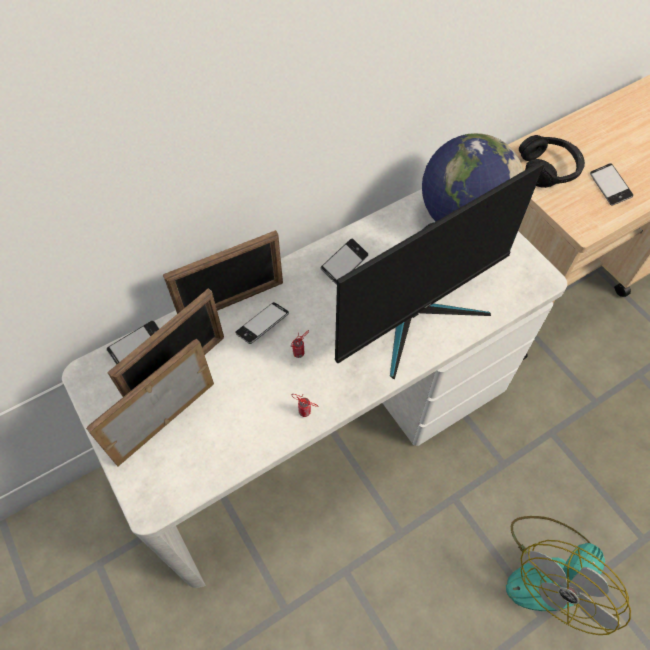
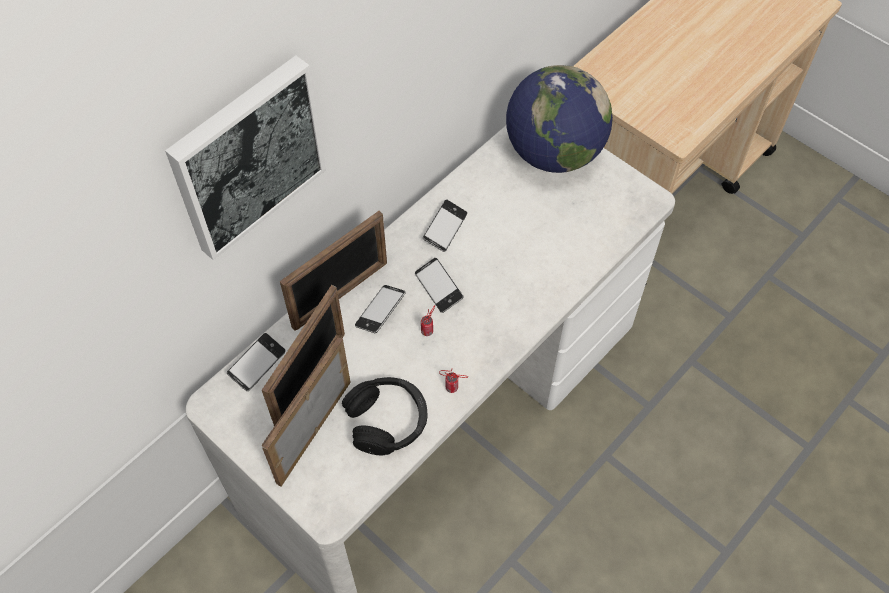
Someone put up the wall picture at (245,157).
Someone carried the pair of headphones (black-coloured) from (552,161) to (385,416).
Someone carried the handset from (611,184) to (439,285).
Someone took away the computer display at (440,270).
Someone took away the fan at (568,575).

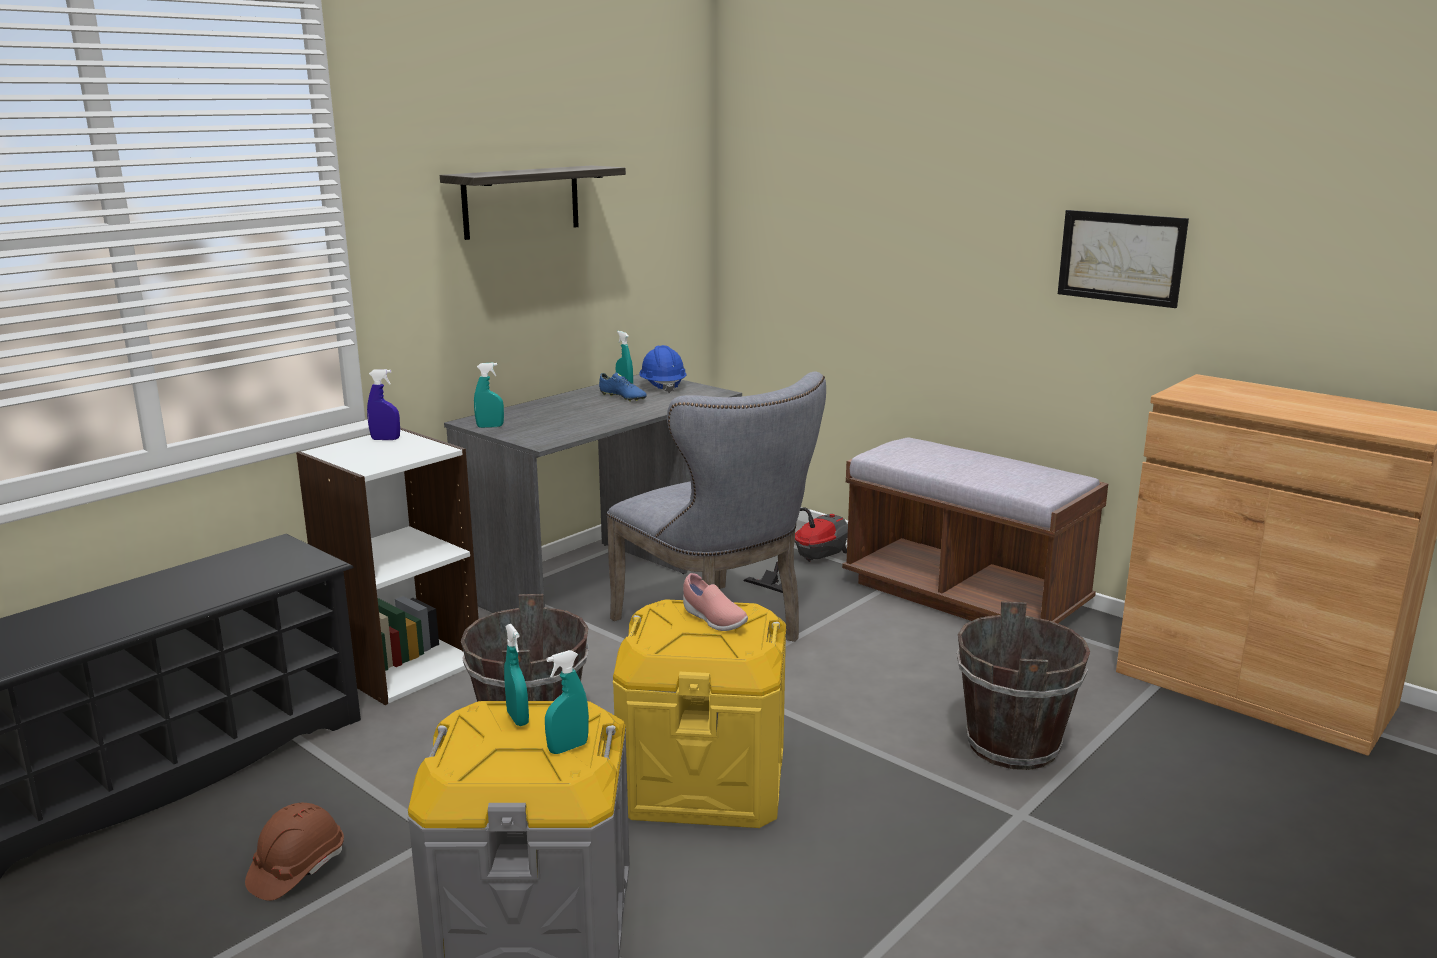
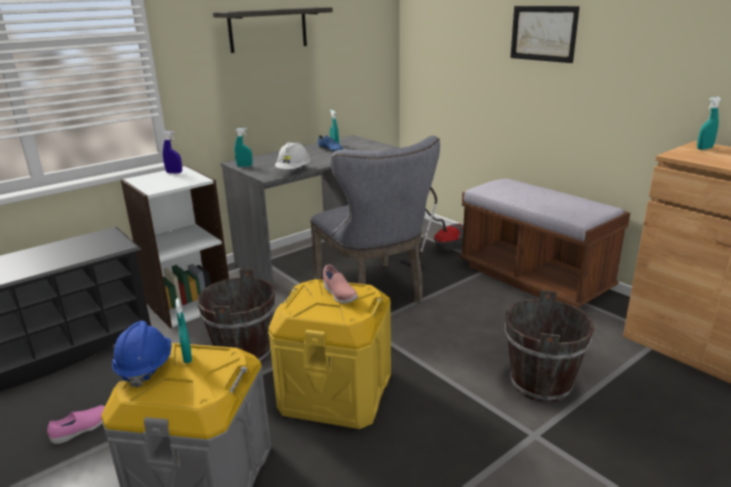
Someone swapped the hard hat (brown-coloured) at (294,852) for the shoe (pinkish) at (76,424).
Someone carried the hard hat (blue) from (663,369) to (142,354).
Someone put down the hard hat (whitish) at (292,155).
Someone carried the wall picture from (1123,259) to (545,34).
Someone carried the spray bottle (blue-green) from (567,702) to (709,123).

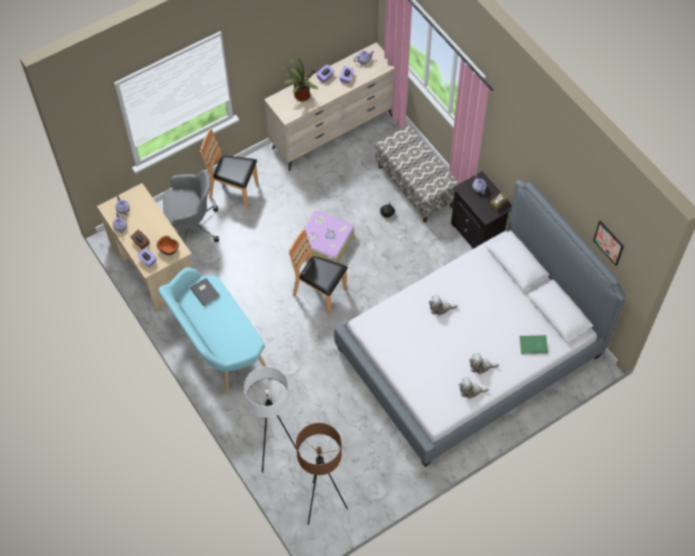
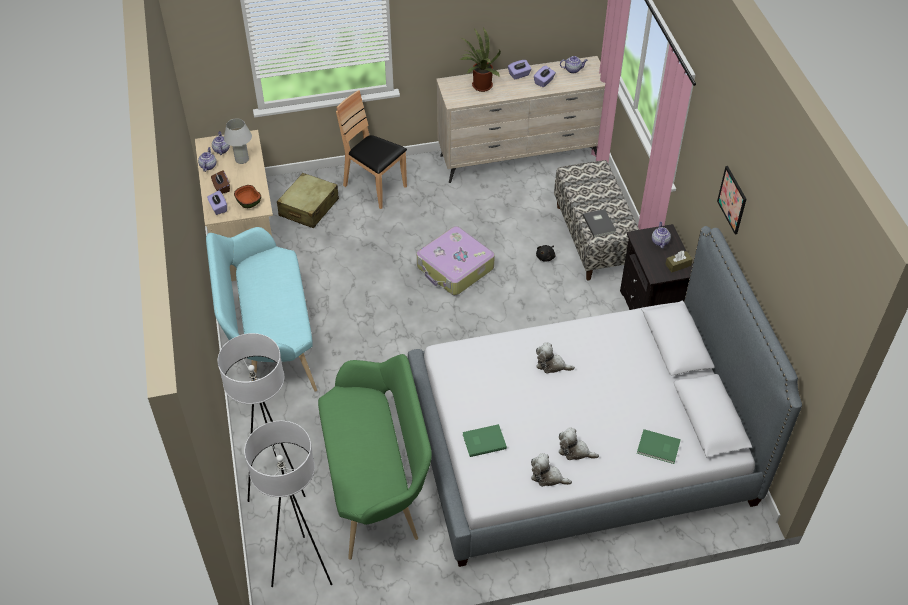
Someone put down the table lamp (whitish) at (238,141).
Someone repainted the floor lamp (brown-coloured) at (322,474), which became the floor lamp (whitish) at (288,504).
Someone swapped the computer chair (greyish) at (191,206) for the piece of luggage (sand-coloured) at (308,200).
Someone put down the bench (greenish) at (375,457).
Someone put down the book (greenish) at (485,440).
Someone carried the book (greyish) from (205,292) to (599,223).
Someone carried the wall picture from (608,243) to (731,200).
Someone took away the upright chair (brown-coloured) at (318,271).

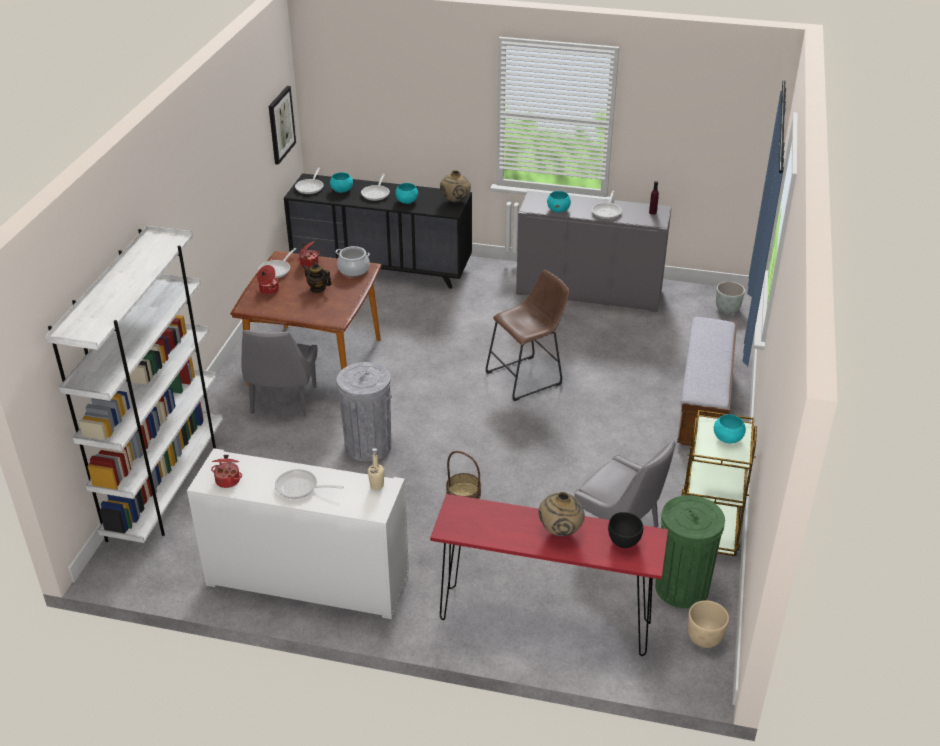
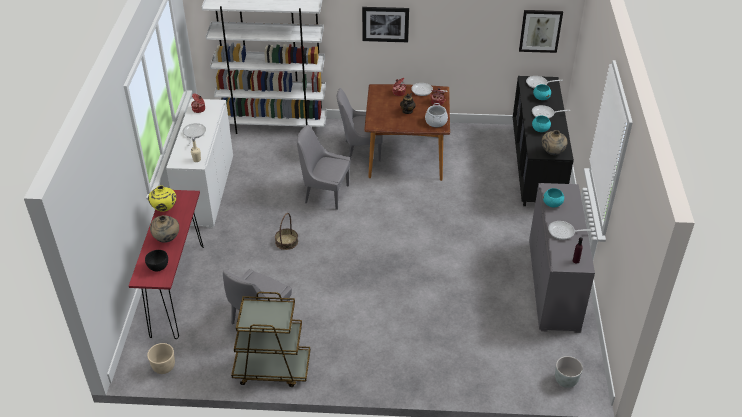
Someone put down the decorative vase (yellow-coloured) at (162,198).
Someone swapped the waste bin (greyish) at (364,411) for the upright chair (greyish) at (323,167).
Someone put up the wall picture at (385,24).
Someone took away the sitting stool (brown-coloured) at (528,335).
Someone took away the waste bin (greenish) at (690,551).
Someone took away the bench at (707,381).
Someone took away the serving bowl (blue-green) at (730,428).

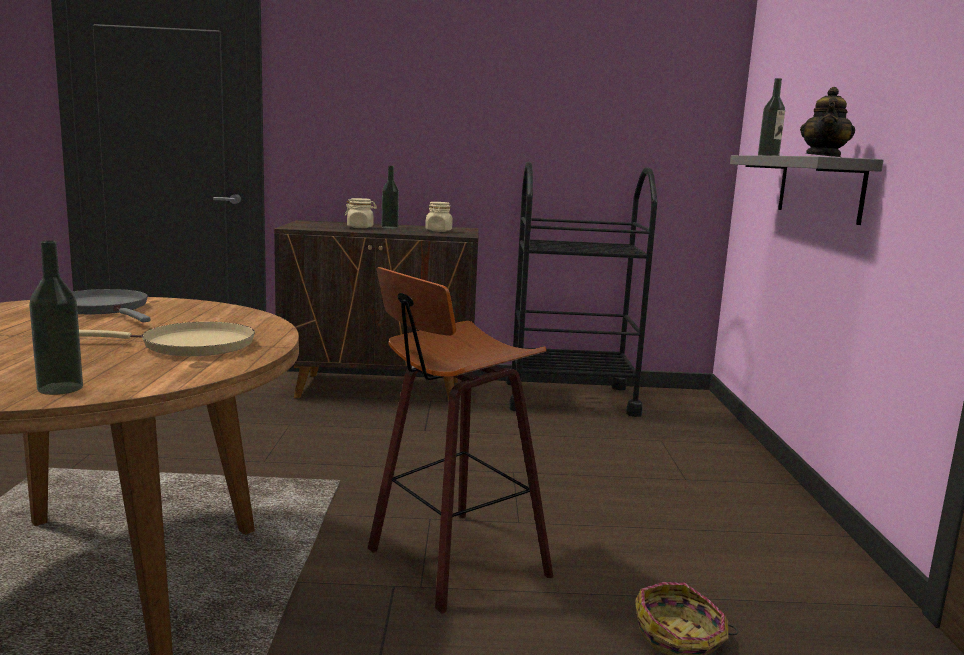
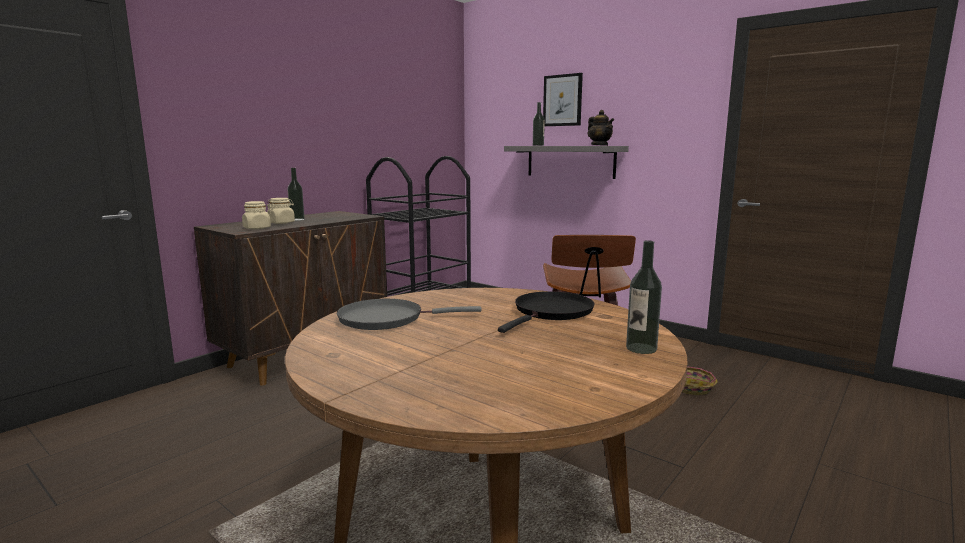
Someone carried the preserve jar (sand-coloured) from (439,217) to (256,215).
Someone repainted the skillet (sand-coloured) at (167,339), which became the skillet (black-coloured) at (546,312).
Someone put up the wall picture at (563,99).

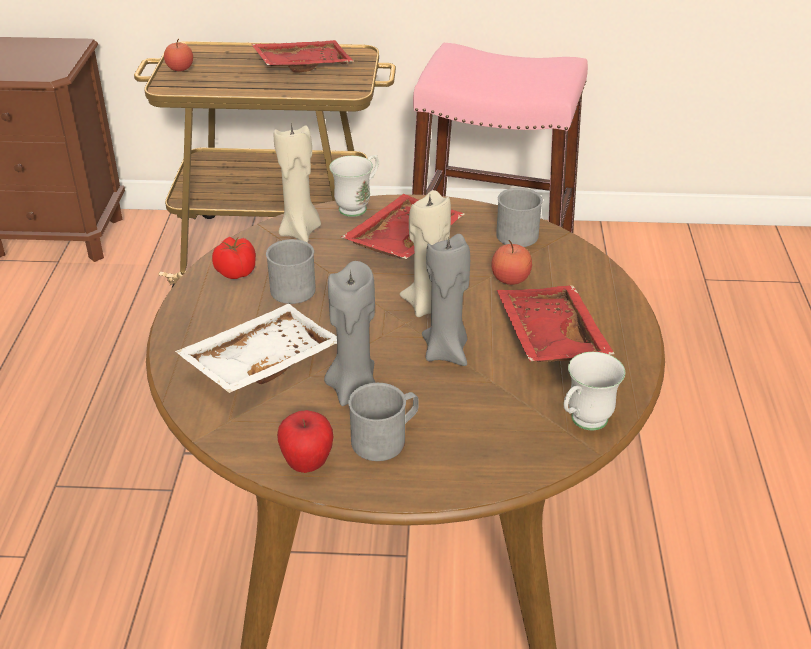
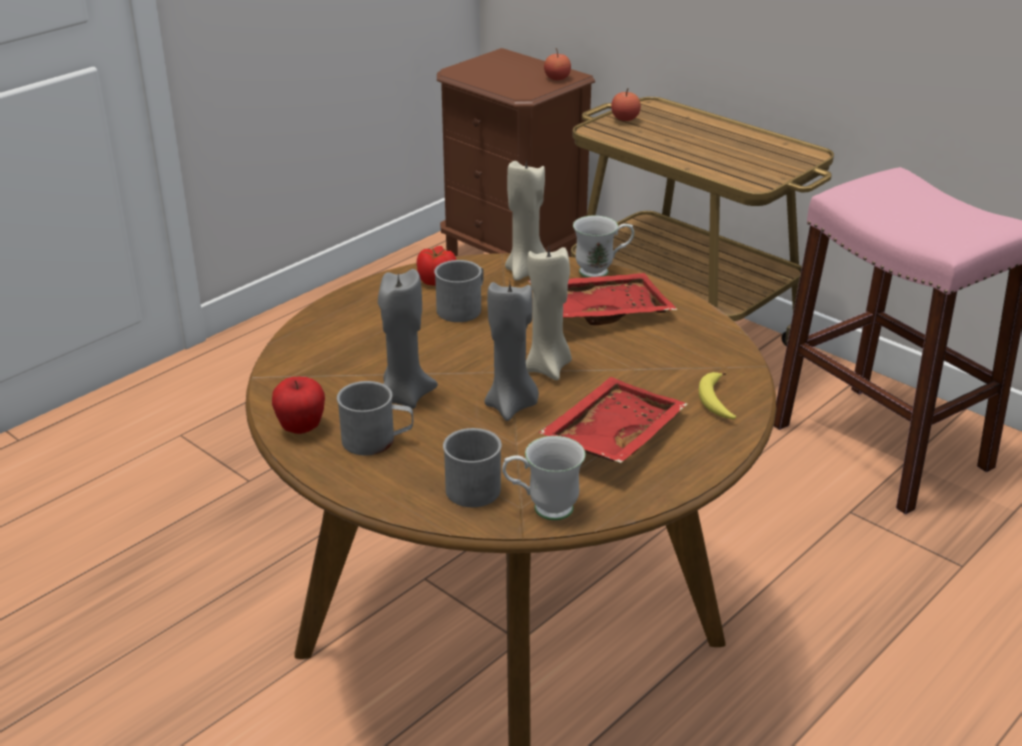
Someone carried the tea mug (greyish) from (519,217) to (472,467).
Someone carried the apple from (512,262) to (557,64).
Someone put down the whole banana at (717,395).
Someone took away the serving tray (whitish) at (256,348).
Someone took away the serving tray (red) at (302,56).

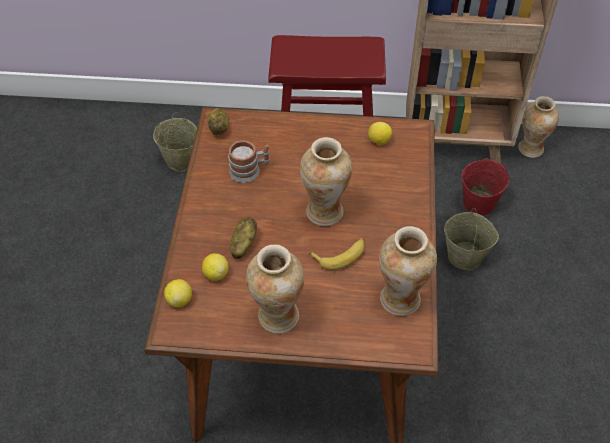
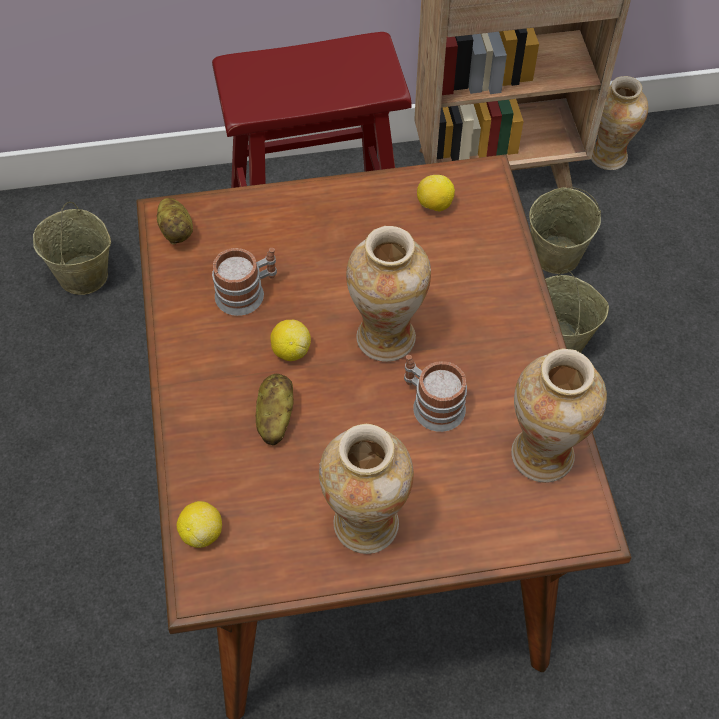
Someone carried the lemon from (215,267) to (290,340).
Someone swapped the whole banana at (337,254) for the tea mug at (435,393).
Someone repainted the pail (red) at (486,186), which became the pail (sand-coloured) at (565,230).

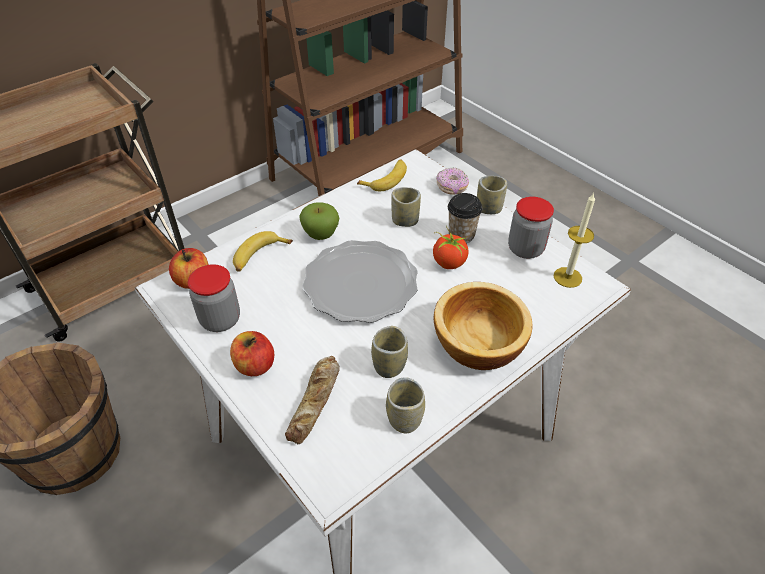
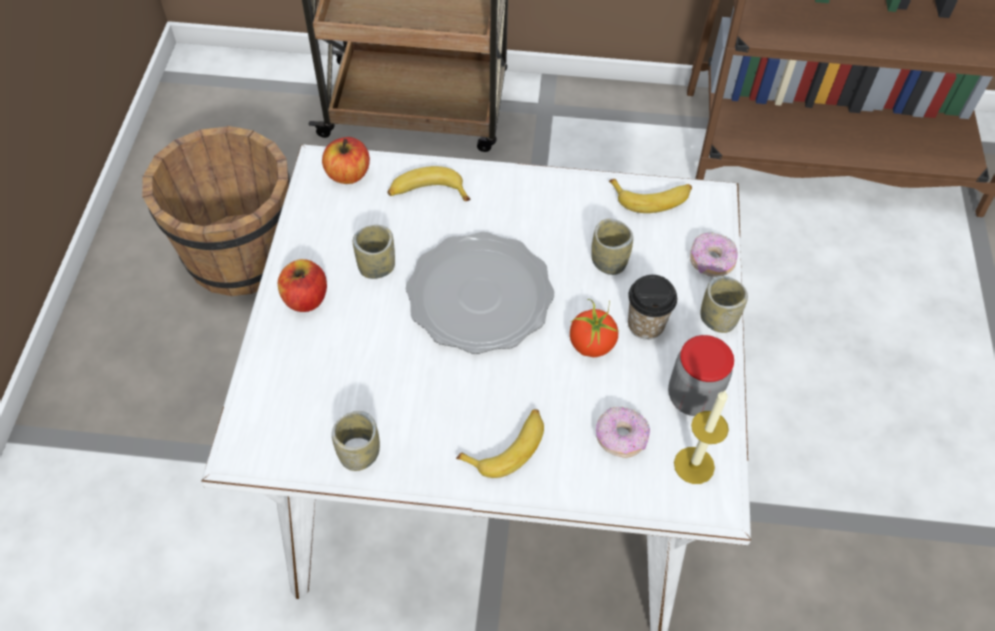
Someone carried the cup from (389,352) to (374,252).
Someone swapped the serving bowl at (483,326) for the whole banana at (500,443).
Someone put down the donut at (623,432).
Someone took away the preserve jar at (214,298).
Someone took away the bread at (312,400).
Someone took away the apple at (319,221).

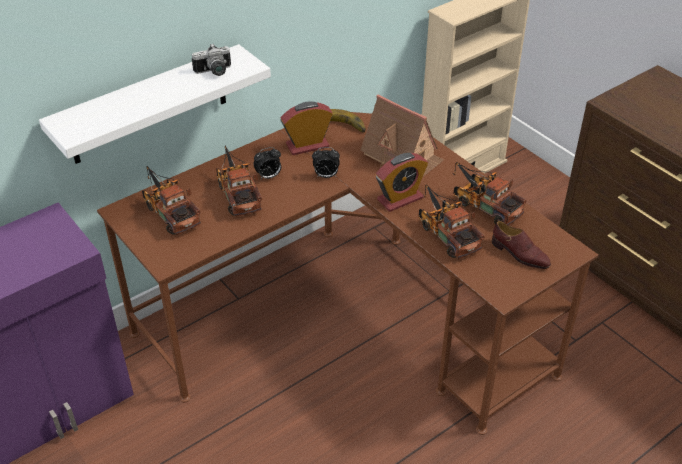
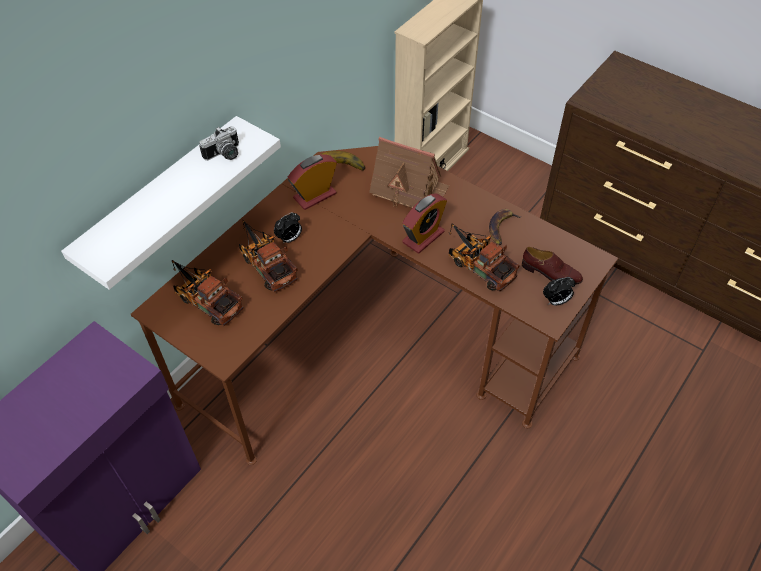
Someone swapped the toy lorry at (489,193) for the whole banana at (505,227).
Someone carried the bedside clock from (326,162) to (559,291).

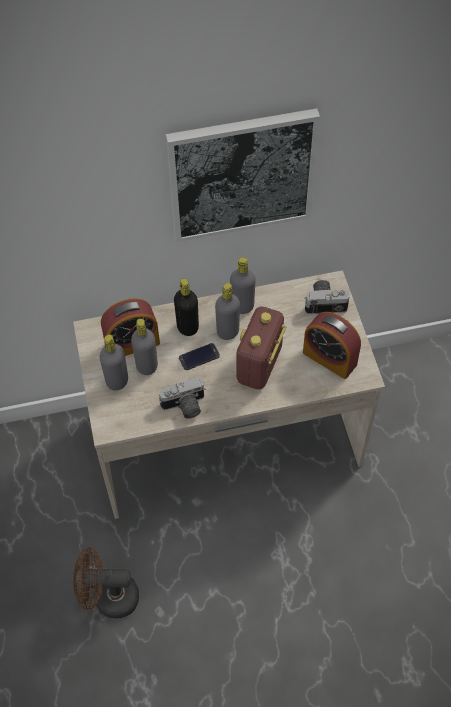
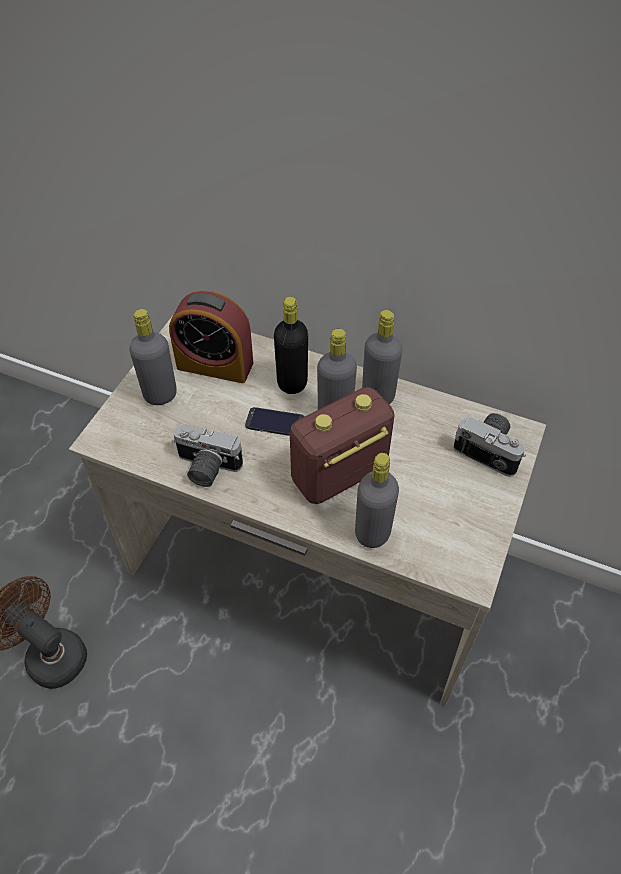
Someone carried the beverage bottle (greyish) from (144,347) to (377,500).
Someone took away the wall picture at (243,175).
Someone took away the bedside clock at (332,345).

